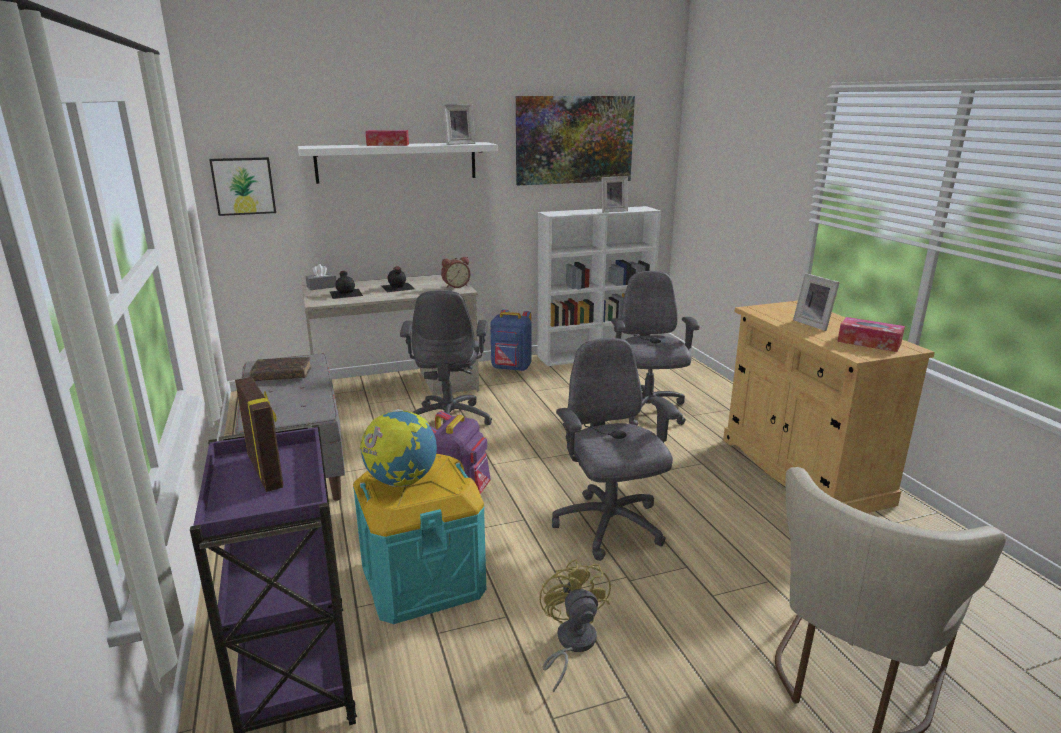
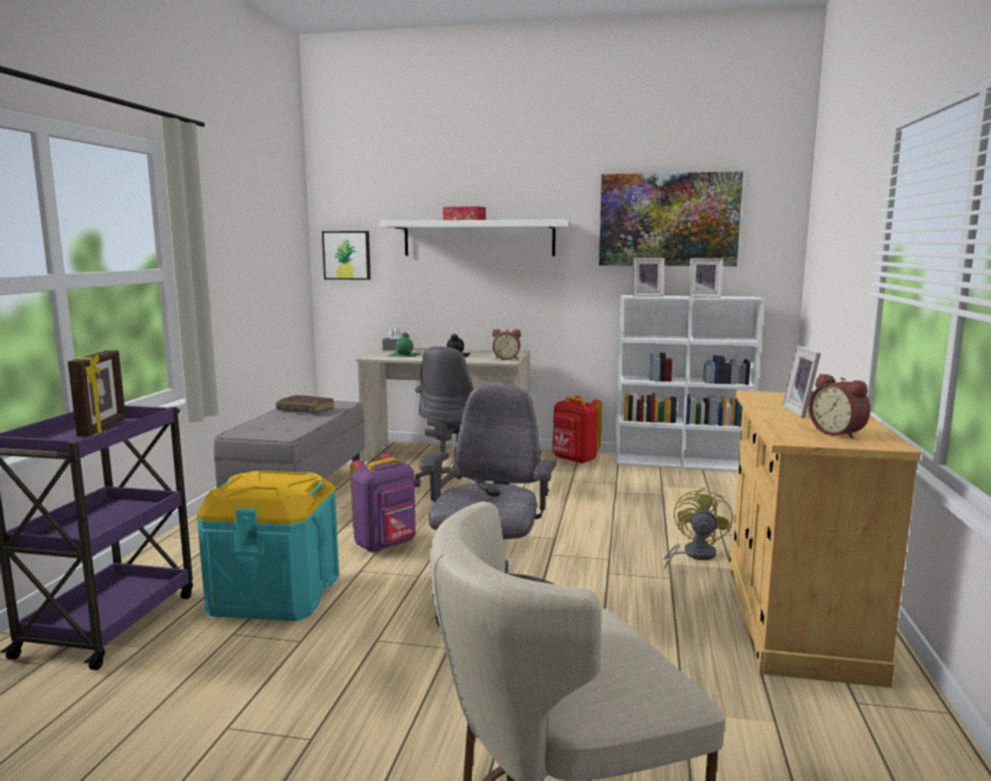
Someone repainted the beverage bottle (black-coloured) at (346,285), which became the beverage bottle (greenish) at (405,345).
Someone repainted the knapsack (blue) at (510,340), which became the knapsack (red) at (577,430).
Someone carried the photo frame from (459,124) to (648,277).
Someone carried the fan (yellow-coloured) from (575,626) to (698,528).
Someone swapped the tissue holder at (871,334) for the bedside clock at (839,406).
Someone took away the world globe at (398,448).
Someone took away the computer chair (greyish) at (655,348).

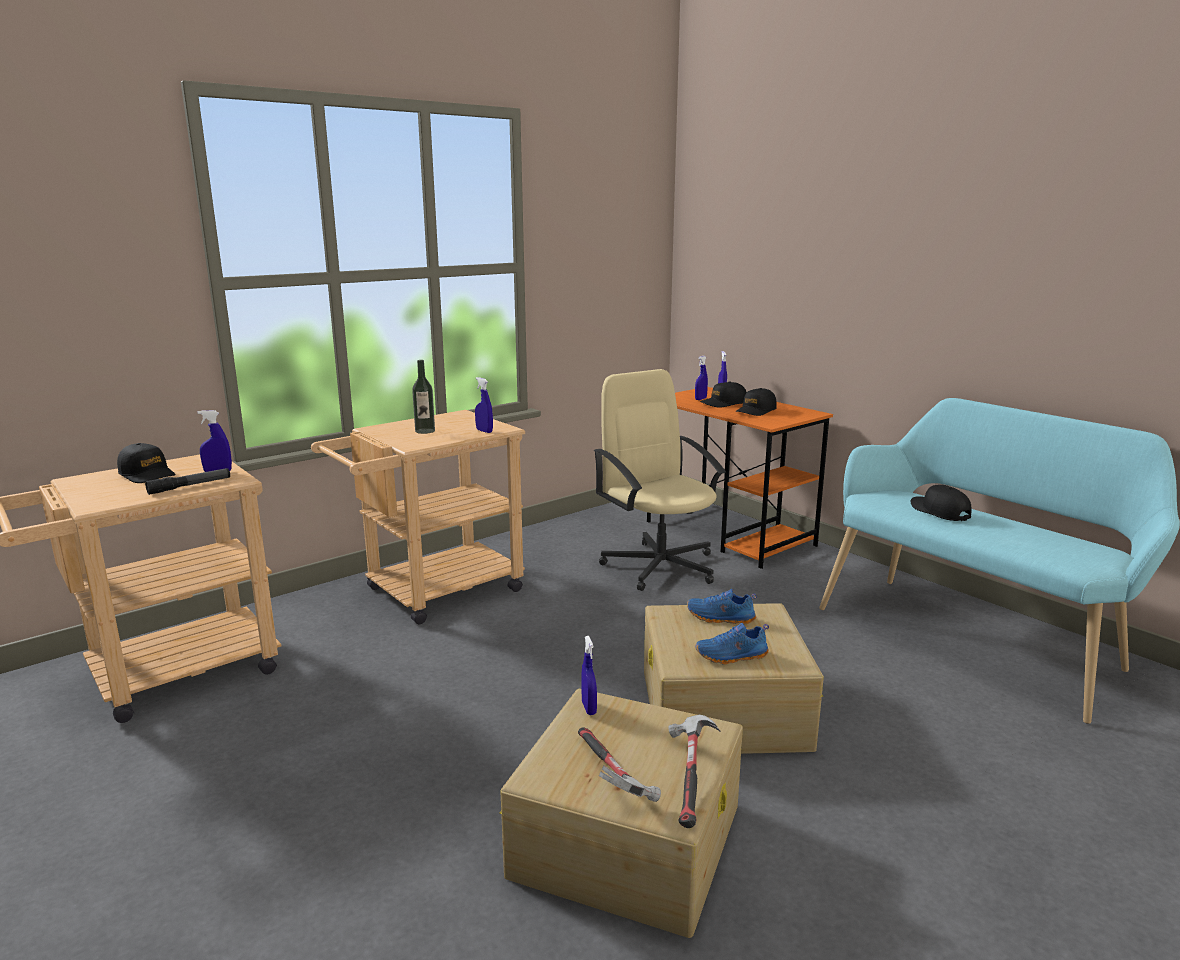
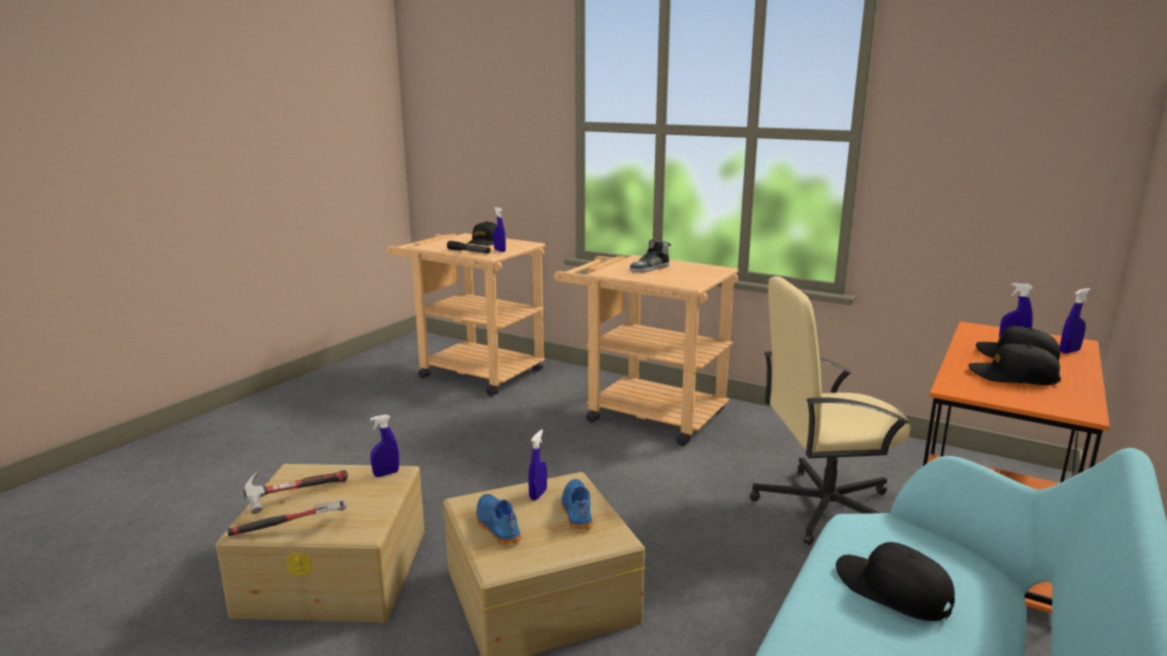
Someone carried the spray bottle (blue) from (484,405) to (537,465).
Someone swapped the beverage bottle at (423,397) for the shoe at (650,256).
Someone rotated the computer chair (sand-coloured) at (659,480) by 135 degrees counterclockwise.
Someone rotated the peaked cap (black-coloured) at (941,502) by 90 degrees counterclockwise.

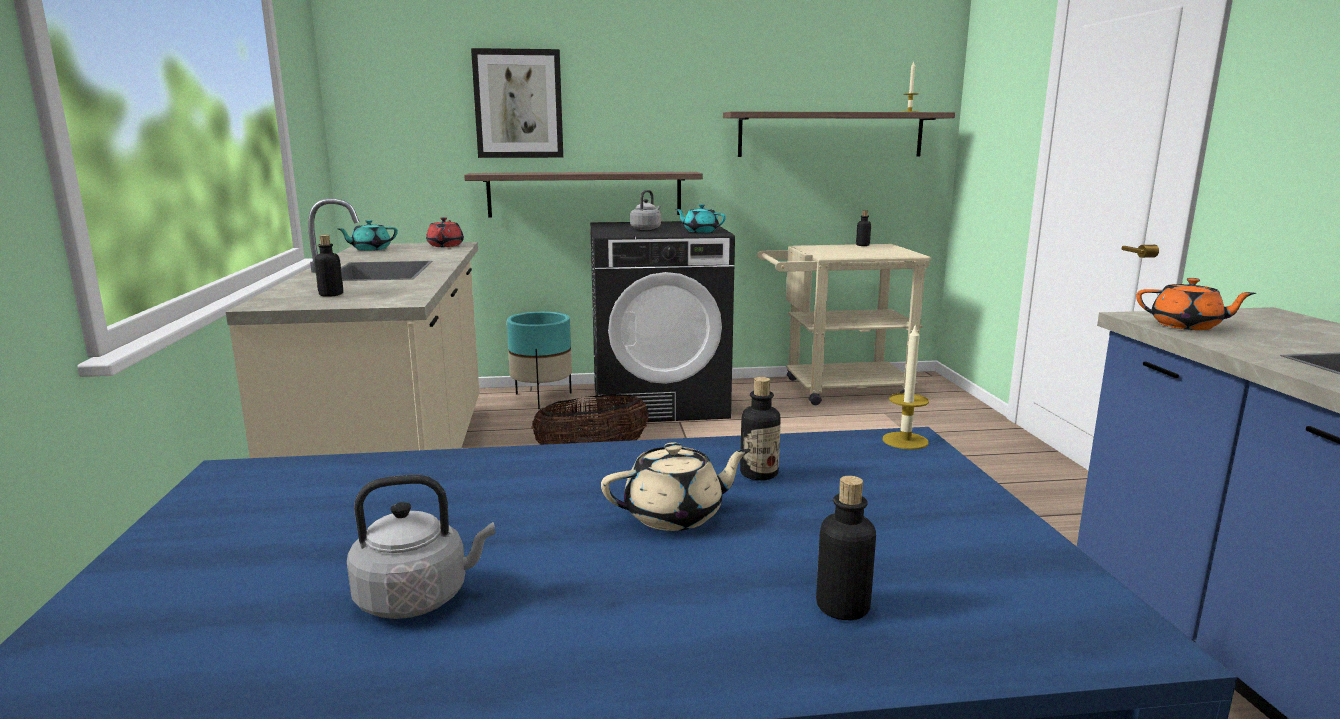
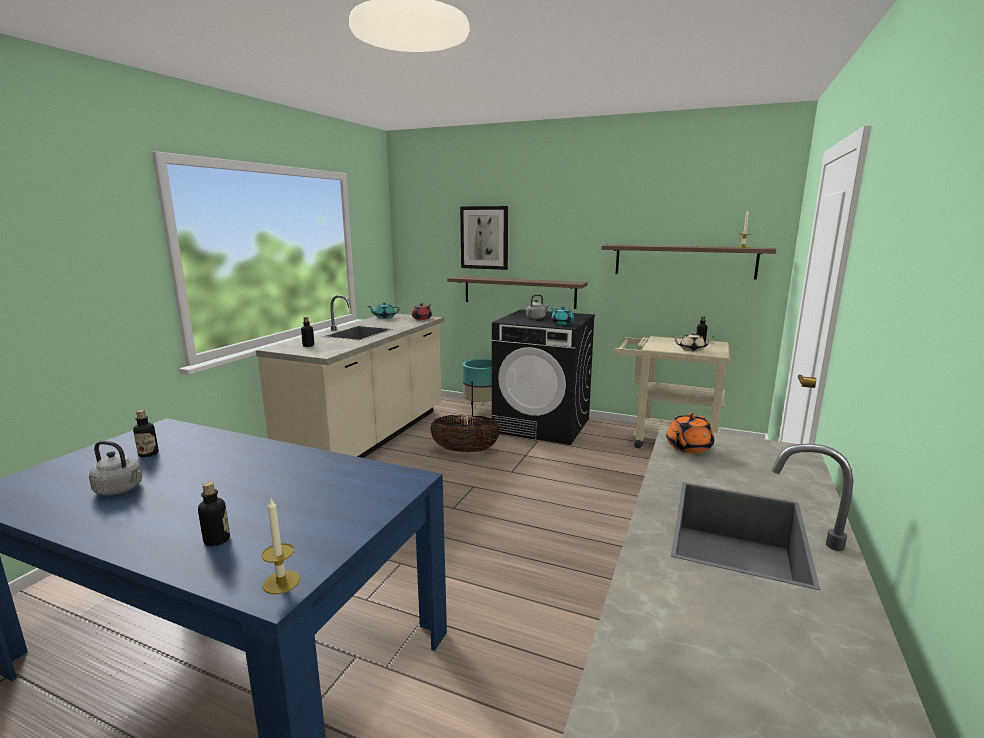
Someone carried the beverage bottle from (760,428) to (146,433).
Someone carried the wax light from (906,386) to (281,546).
Someone rotated the pot for tea (orange) at (1196,304) by 75 degrees clockwise.
Someone carried the pot for tea (sand-coloured) from (676,486) to (694,342).

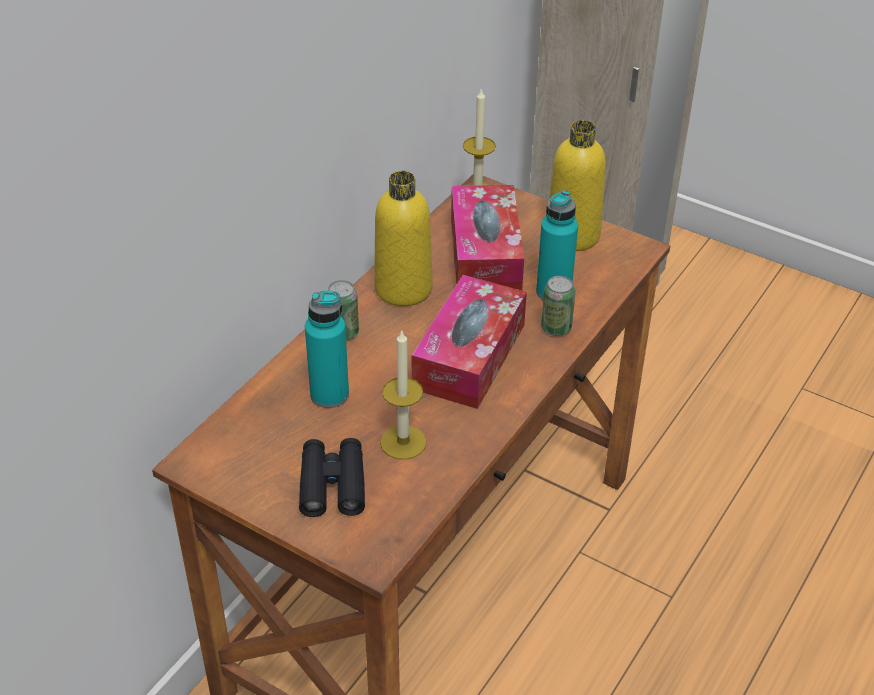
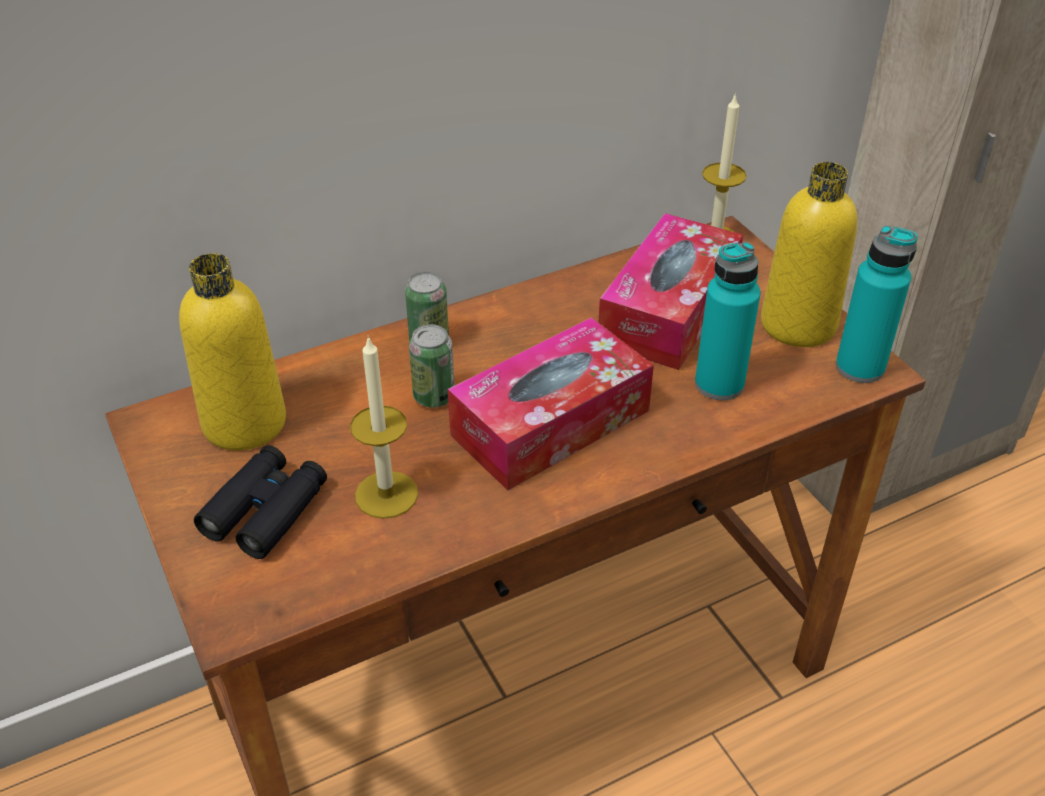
Someone carried the beverage bottle (yellow-coloured) from (403,238) to (232,352).
Someone carried the metal can from (558,306) to (432,366).
Someone carried the beverage bottle (blue-green) from (327,349) to (877,304).

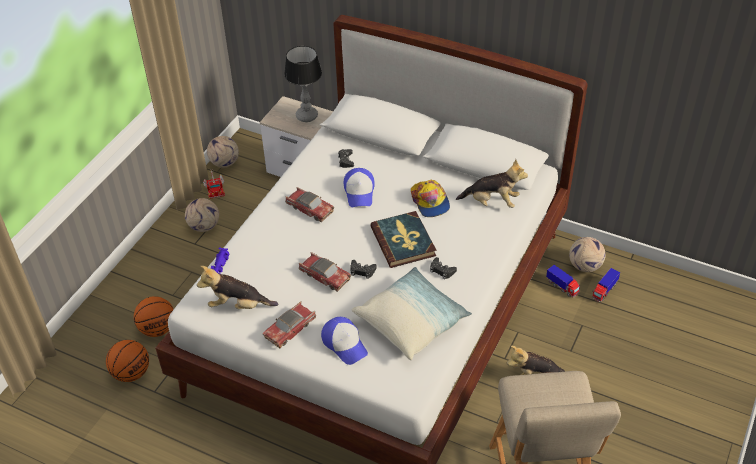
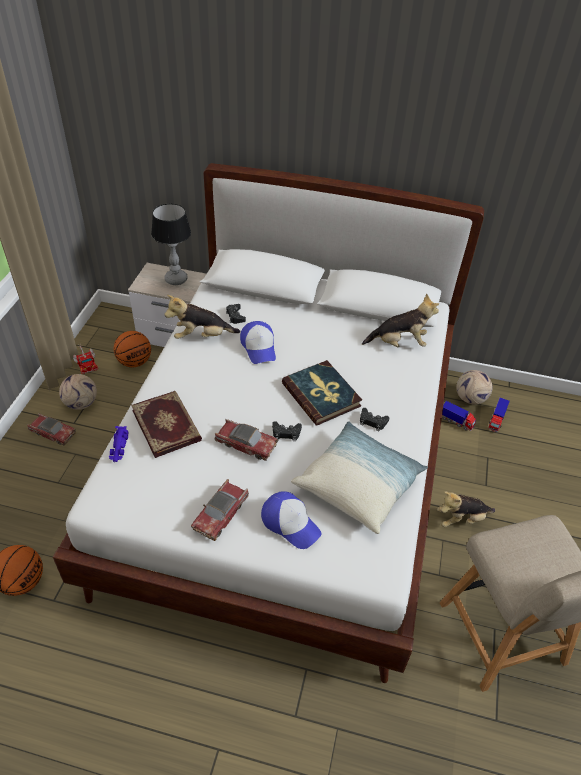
Someone carried the miniature car from (309,204) to (51,429).
Someone carried the basketball from (154,316) to (132,349).
Someone put down the book at (166,424).
Someone carried the plush toy from (237,287) to (202,317).
Someone took away the ball for football at (223,151).
Someone took away the peaked cap at (430,198).

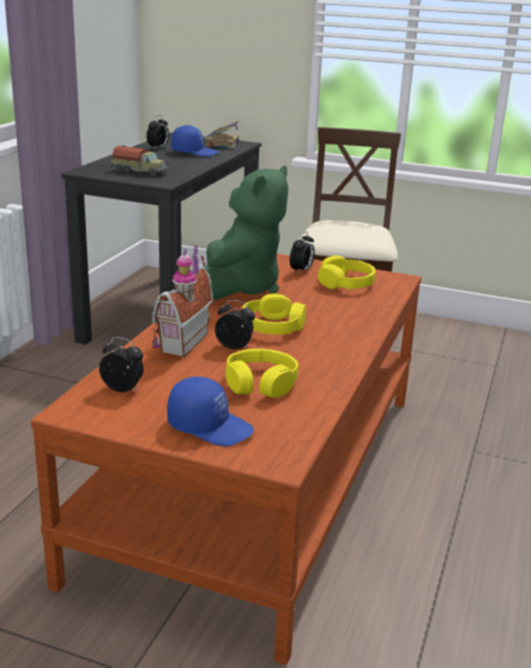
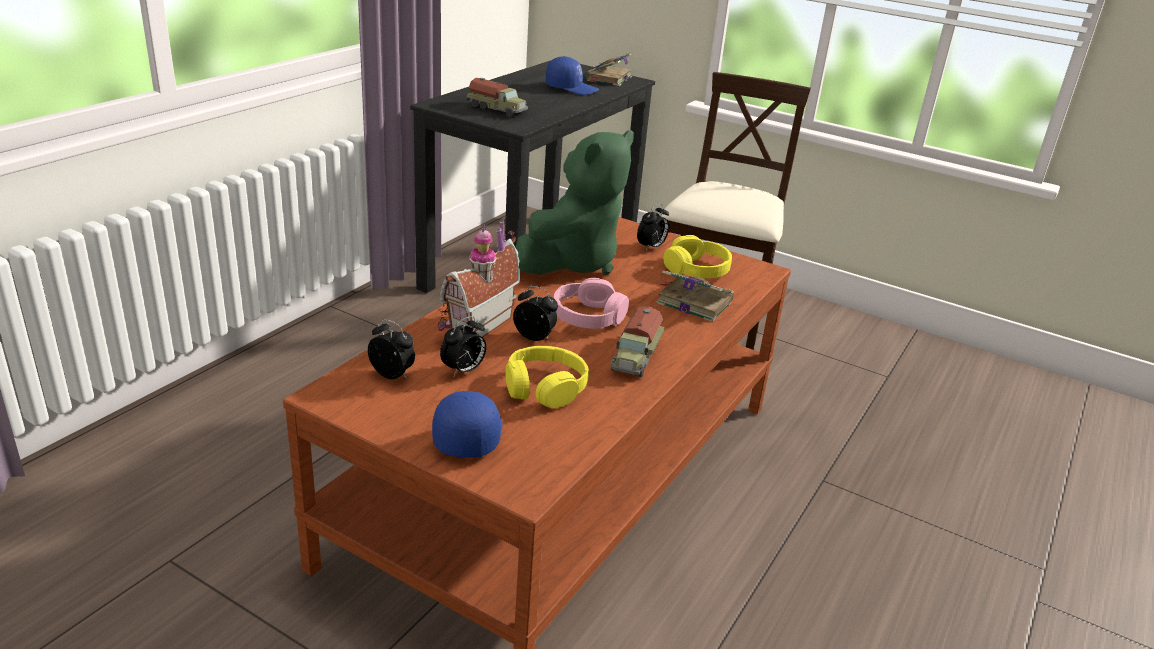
Someone rotated the peaked cap (blue) at (210,411) by 120 degrees counterclockwise.
Someone carried the bedside clock from (158,132) to (463,346).
Someone repainted the pair of headphones (yellow-coloured) at (274,313), which became the pair of headphones (pinkish) at (591,303).
Someone put down the toy lorry at (637,342).
Someone put down the book at (695,296).

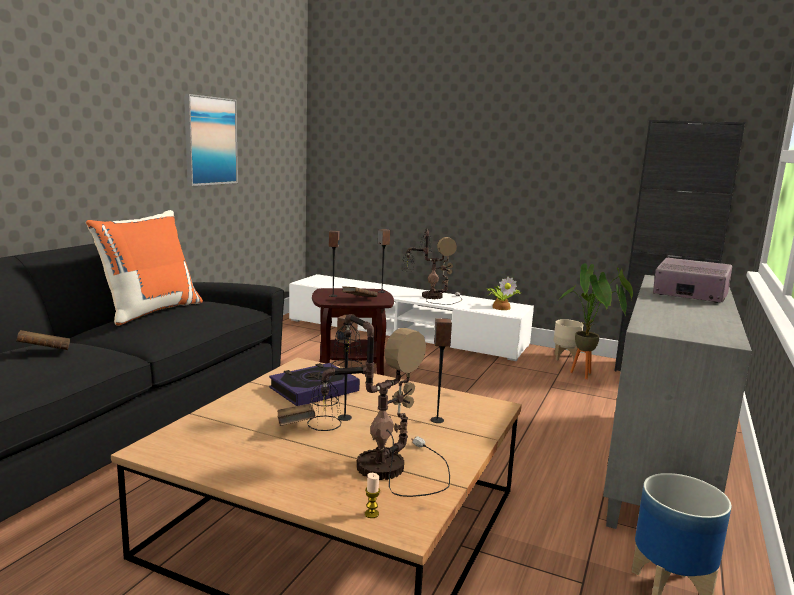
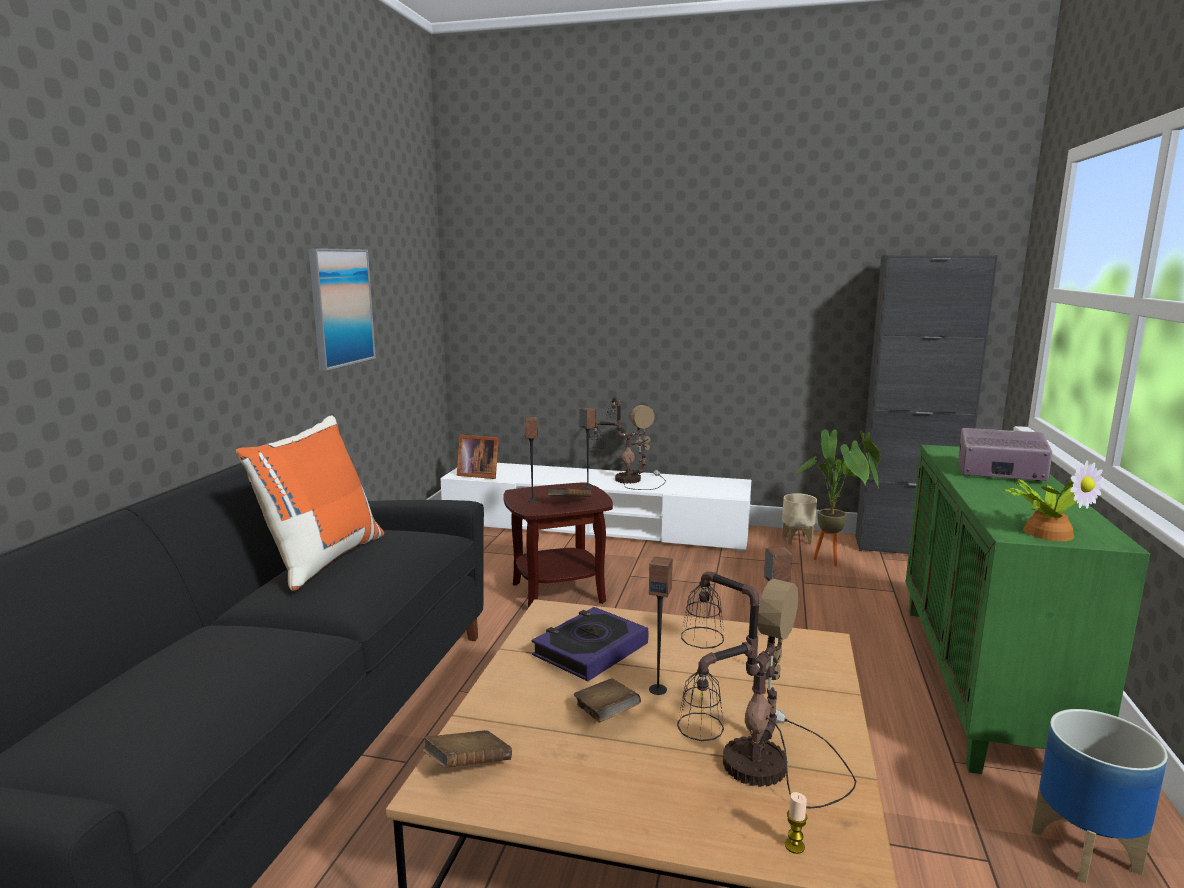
Someone carried the book (brown-coloured) from (43,340) to (467,749).
Someone put down the photo frame at (478,457).
Someone repainted the storage cabinet (greyish) at (677,402), which became the storage cabinet (greenish) at (1028,609).
Someone carried the potted plant from (504,293) to (1053,500).

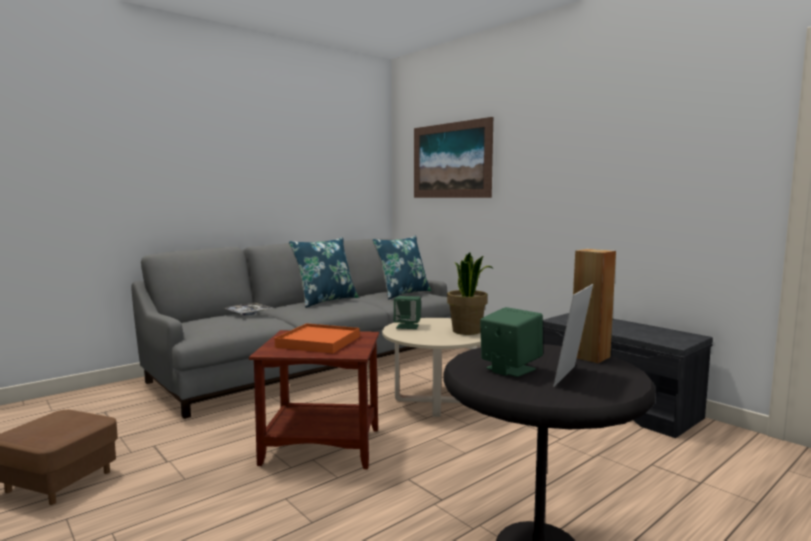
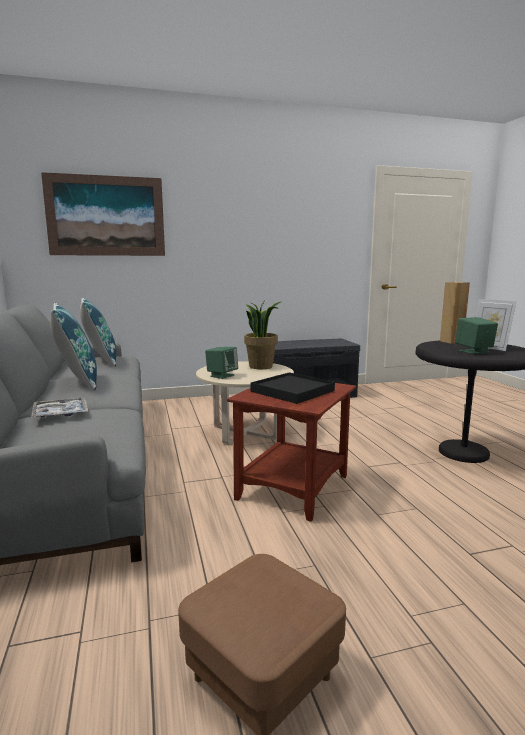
Someone repainted the serving tray (orange) at (317,338), which became the serving tray (black-coloured) at (292,388).

